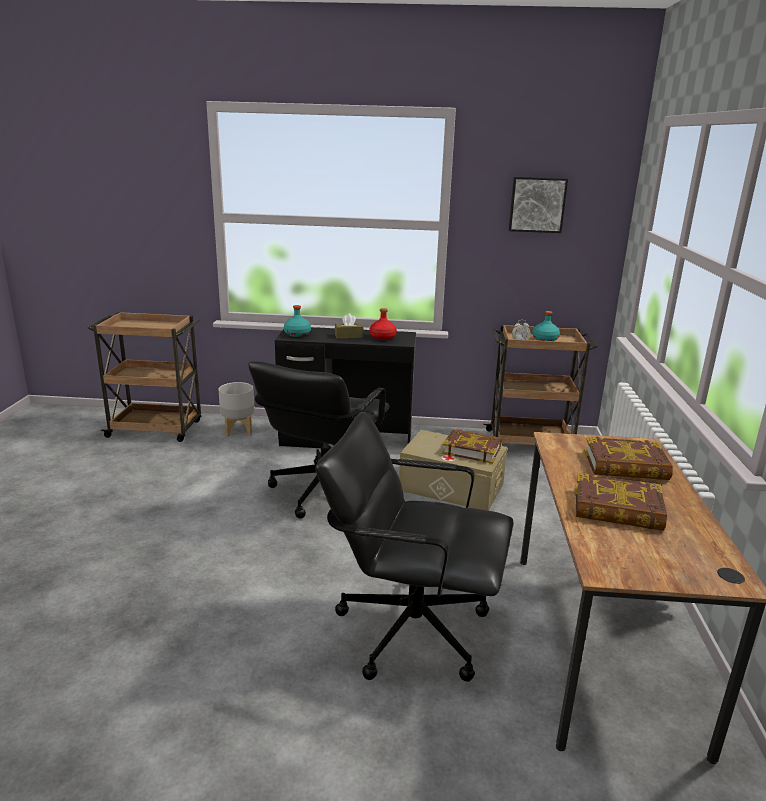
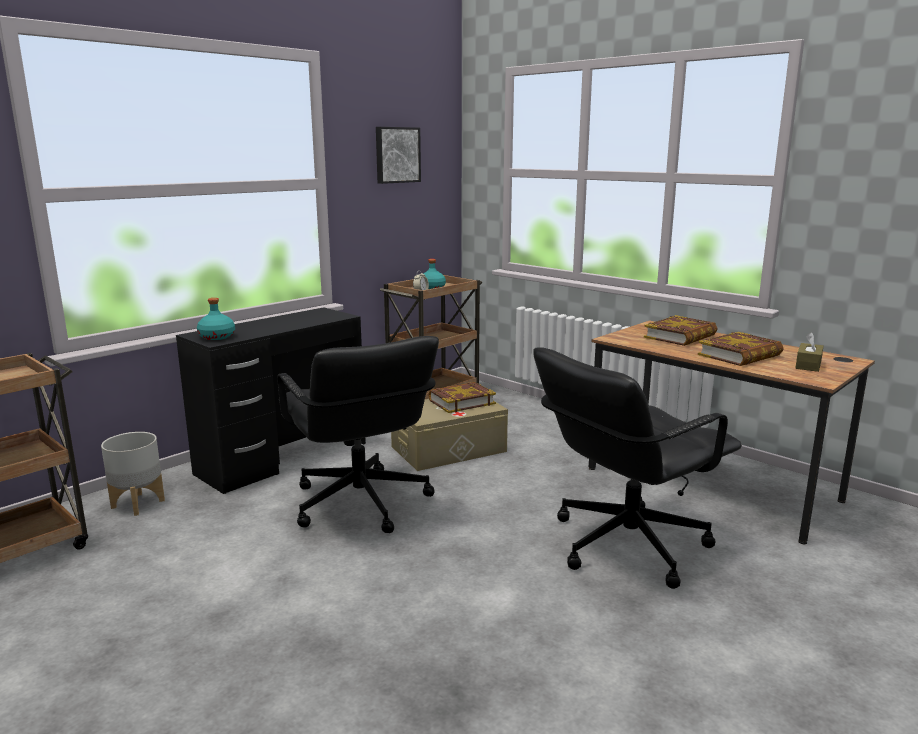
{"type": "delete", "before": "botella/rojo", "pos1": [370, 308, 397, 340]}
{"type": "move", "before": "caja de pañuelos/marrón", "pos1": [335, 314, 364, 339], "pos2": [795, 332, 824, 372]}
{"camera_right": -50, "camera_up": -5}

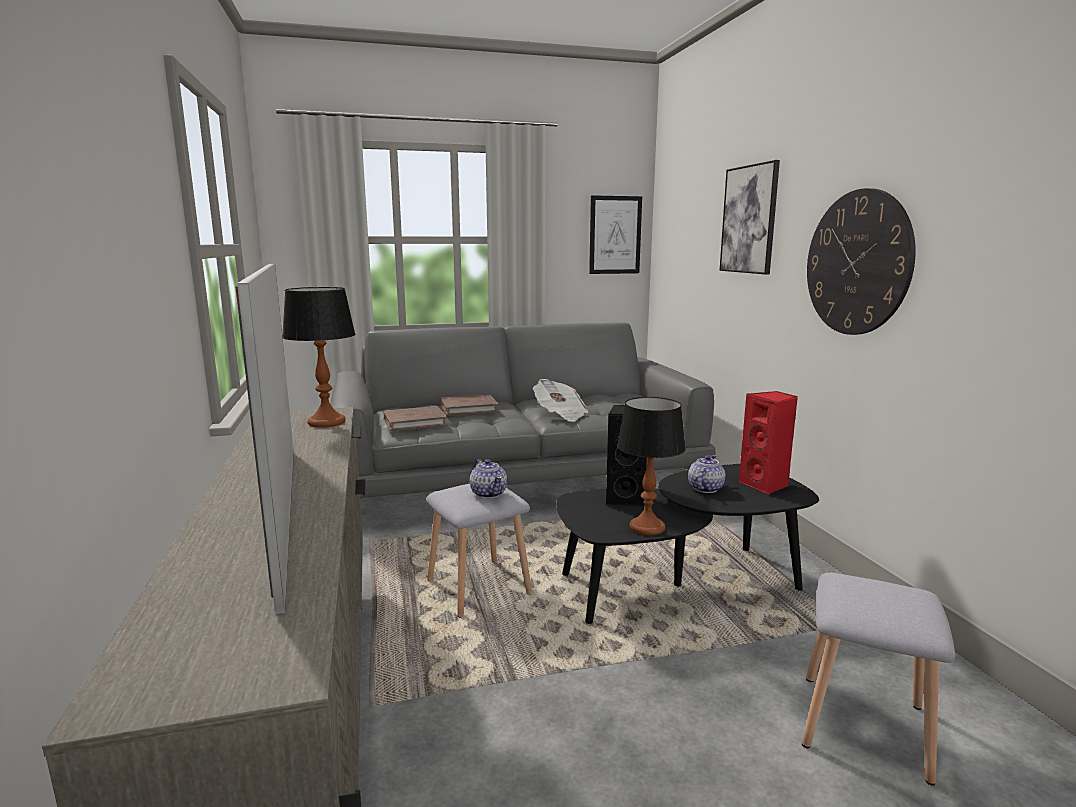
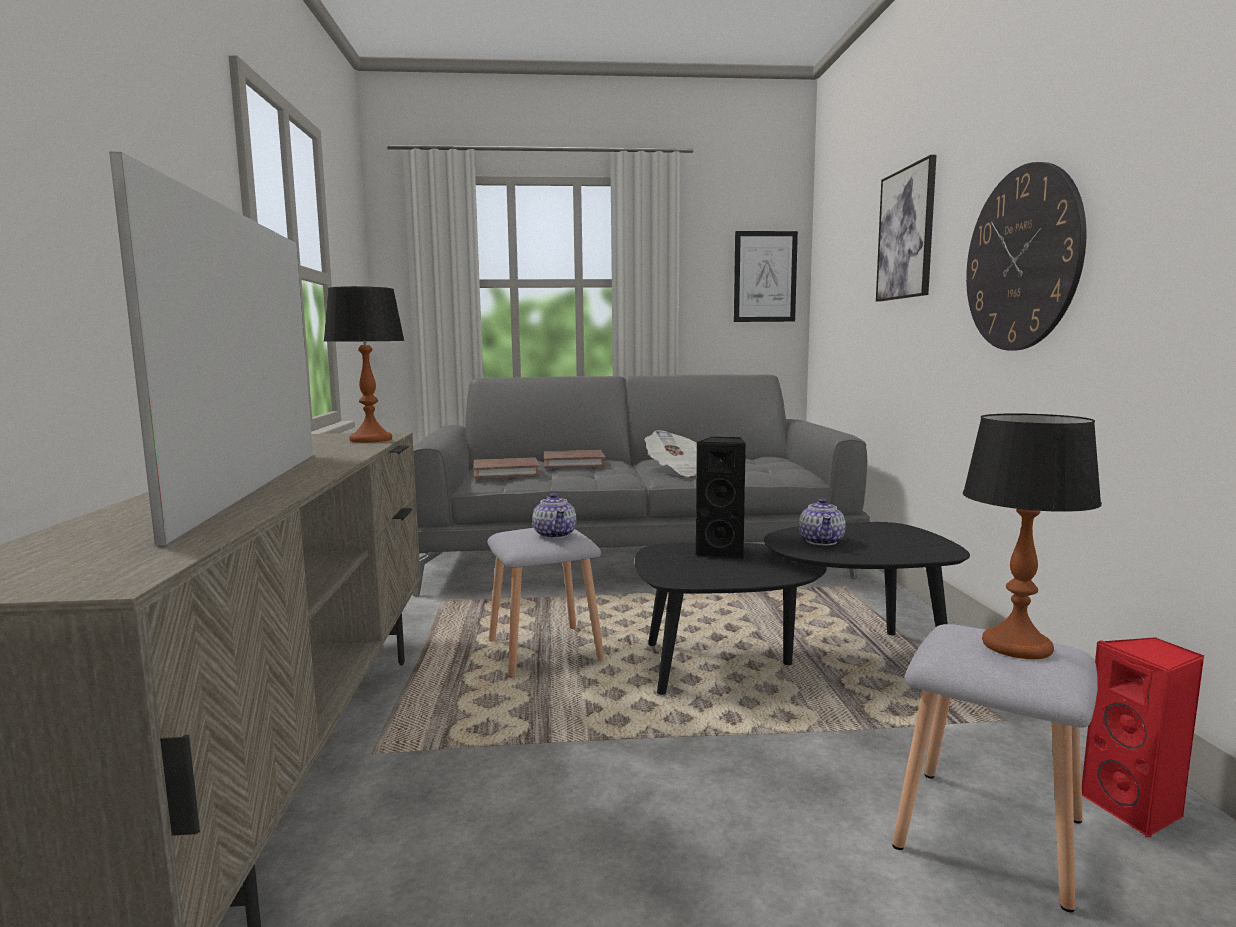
{"type": "move", "before": "lámpara de mesa", "pos1": [617, 397, 686, 535], "pos2": [963, 414, 1102, 659]}
{"type": "move", "before": "altavoz/rojo", "pos1": [739, 391, 798, 495], "pos2": [1082, 637, 1204, 838]}
{"type": "rotate", "before": "tetera", "pos1": [688, 455, 725, 493], "pos2": [799, 498, 846, 545], "turn": 150}
{"camera_right": 10, "camera_up": -5}

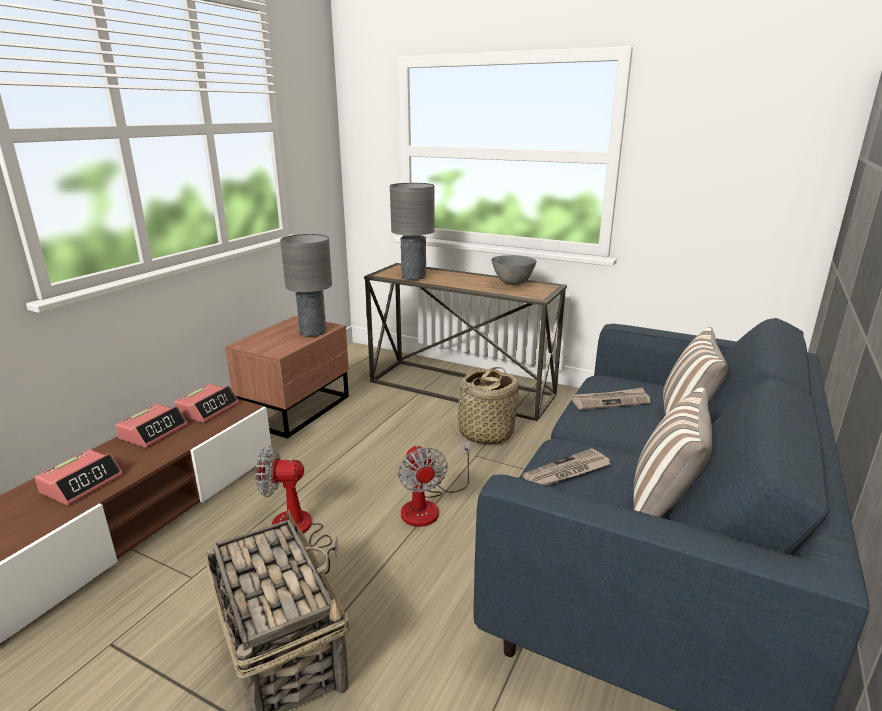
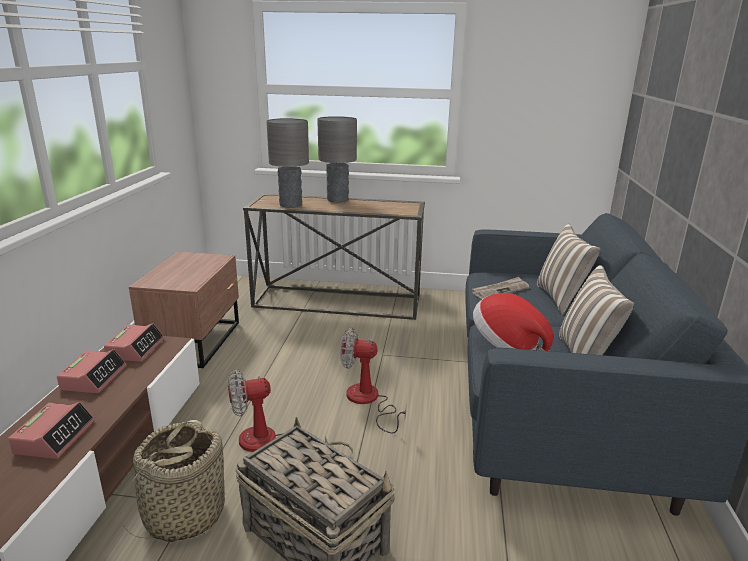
{"type": "delete", "before": "cuenco/gris", "pos1": [491, 255, 537, 285]}
{"type": "move", "before": "lámpara de mesa/gris", "pos1": [280, 234, 332, 337], "pos2": [317, 116, 357, 203]}
{"type": "move", "before": "cesta", "pos1": [451, 367, 519, 444], "pos2": [123, 420, 225, 542]}
{"type": "replace", "before": "periódico", "after": "sombrero", "pos1": [522, 448, 611, 486], "pos2": [473, 293, 553, 351]}
{"type": "rotate", "before": "ventilador", "pos1": [398, 441, 471, 527], "pos2": [340, 327, 407, 433], "turn": 135}
{"camera_right": -20, "camera_up": 0}

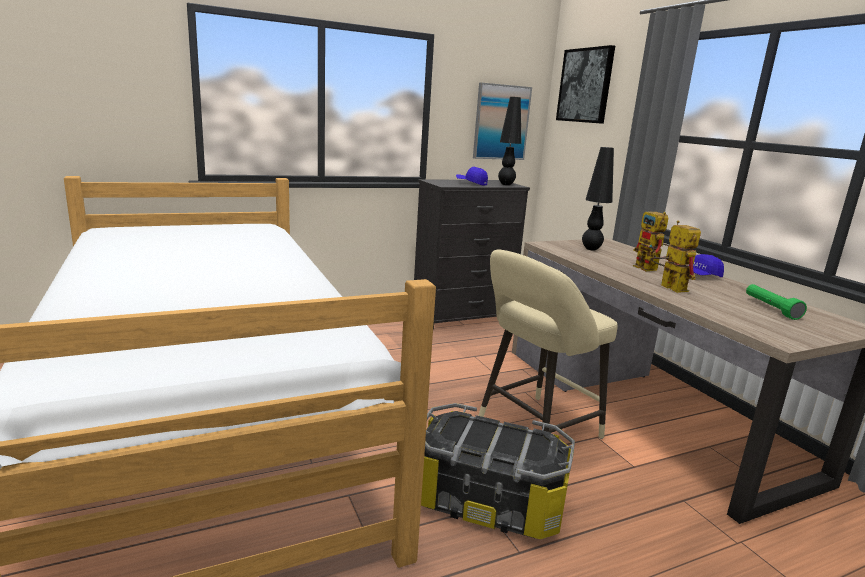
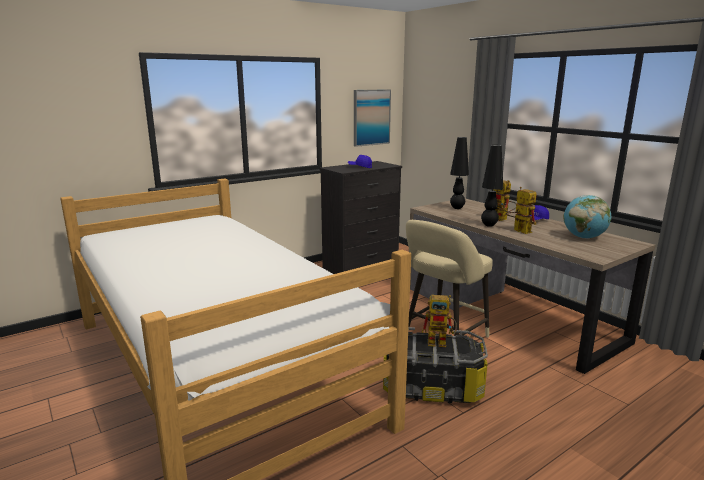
{"type": "delete", "before": "cuadro", "pos1": [556, 45, 615, 124]}
{"type": "insert", "after": "robot de juguete", "pos2": [422, 295, 457, 347]}
{"type": "move", "before": "lámpara de mesa/negro", "pos1": [498, 97, 522, 185], "pos2": [481, 145, 503, 227]}
{"type": "replace", "before": "linterna/verde", "after": "globo terráqueo", "pos1": [746, 284, 807, 320], "pos2": [564, 195, 611, 239]}
{"camera_right": -10, "camera_up": 0}

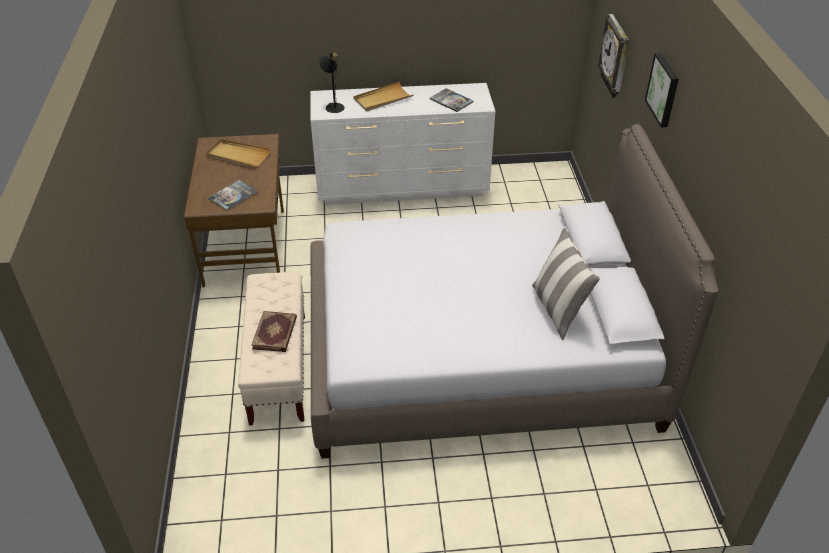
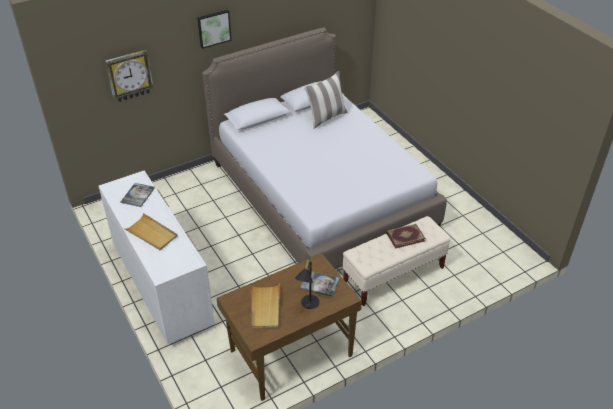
{"type": "move", "before": "lámpara de mesa/negro", "pos1": [319, 52, 345, 113], "pos2": [295, 258, 319, 309]}
{"camera_right": -115, "camera_up": 0}

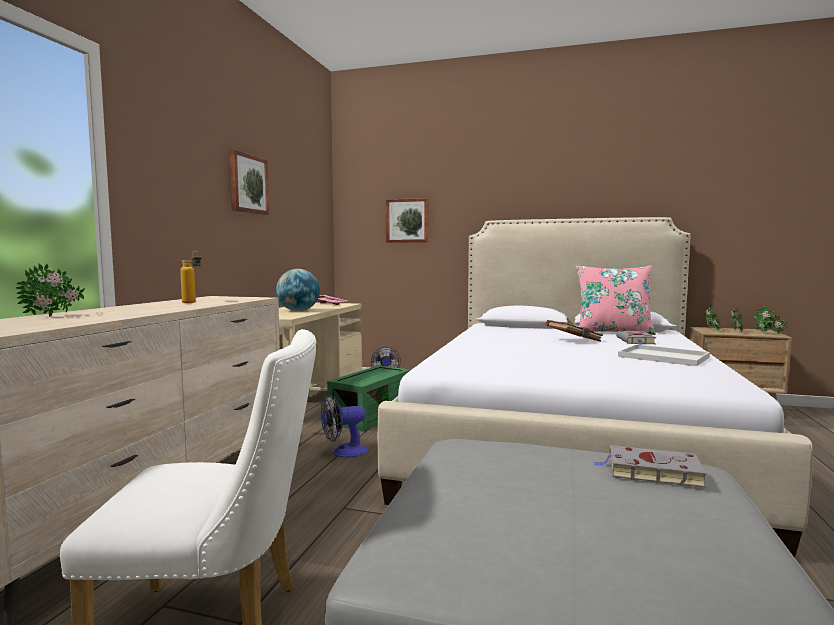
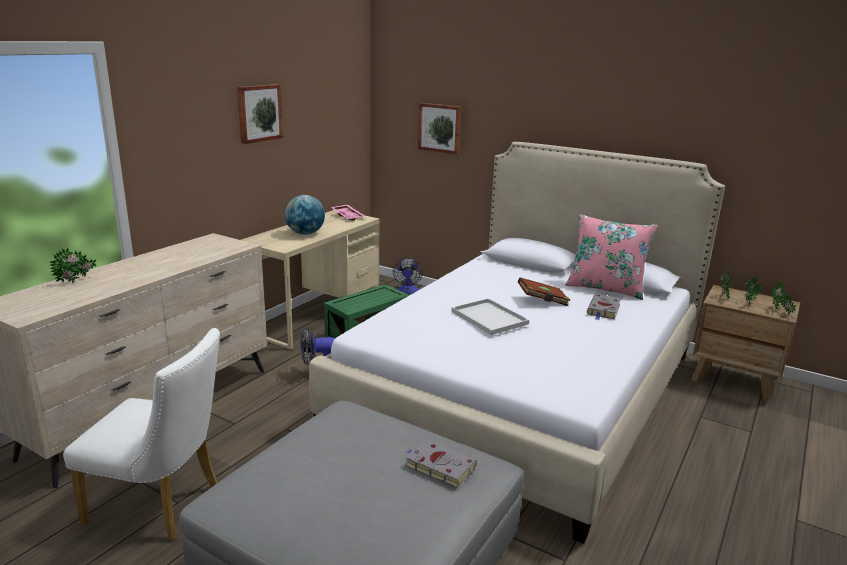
{"type": "delete", "before": "botella", "pos1": [180, 251, 201, 303]}
{"type": "move", "before": "bandeja/blanco", "pos1": [618, 344, 710, 366], "pos2": [451, 298, 529, 335]}
{"camera_right": 15, "camera_up": 15}

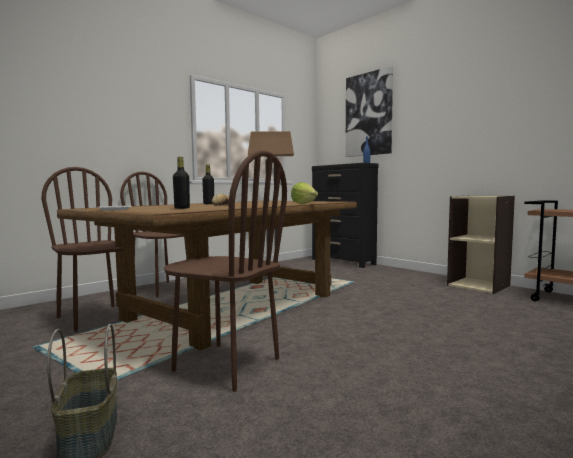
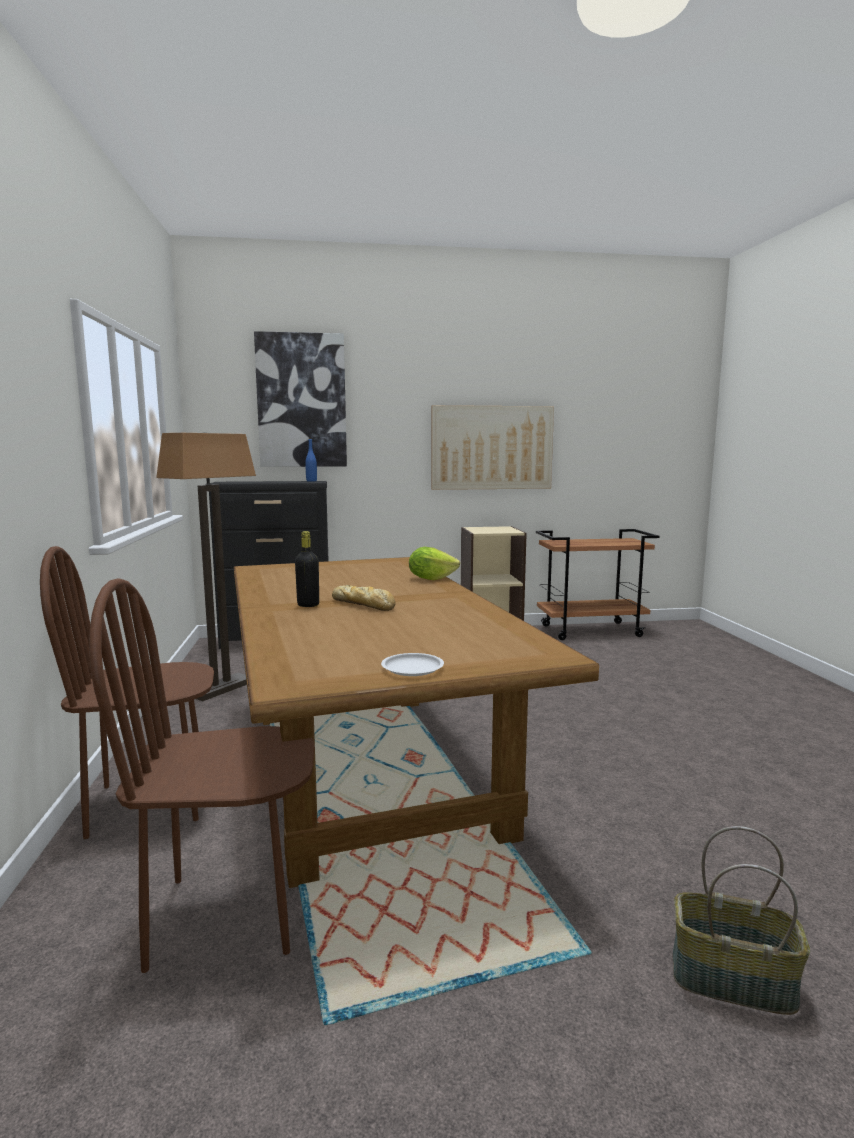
{"type": "delete", "before": "silla/marrón", "pos1": [164, 150, 287, 392]}
{"type": "delete", "before": "botella/negro", "pos1": [173, 157, 190, 209]}
{"type": "insert", "after": "cuadro", "pos2": [431, 405, 554, 490]}
{"camera_right": -55, "camera_up": 5}

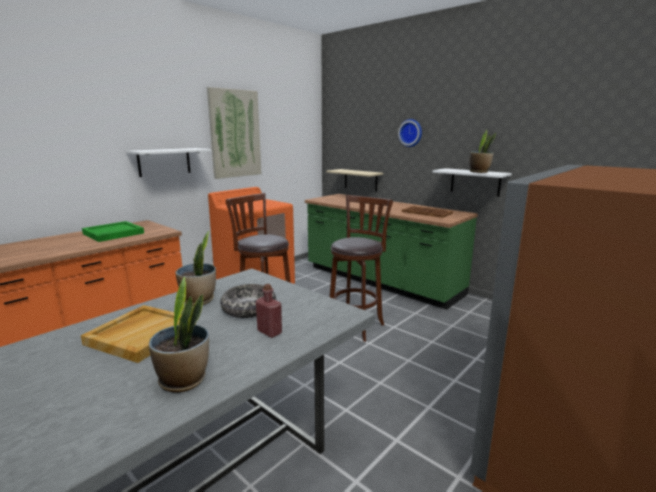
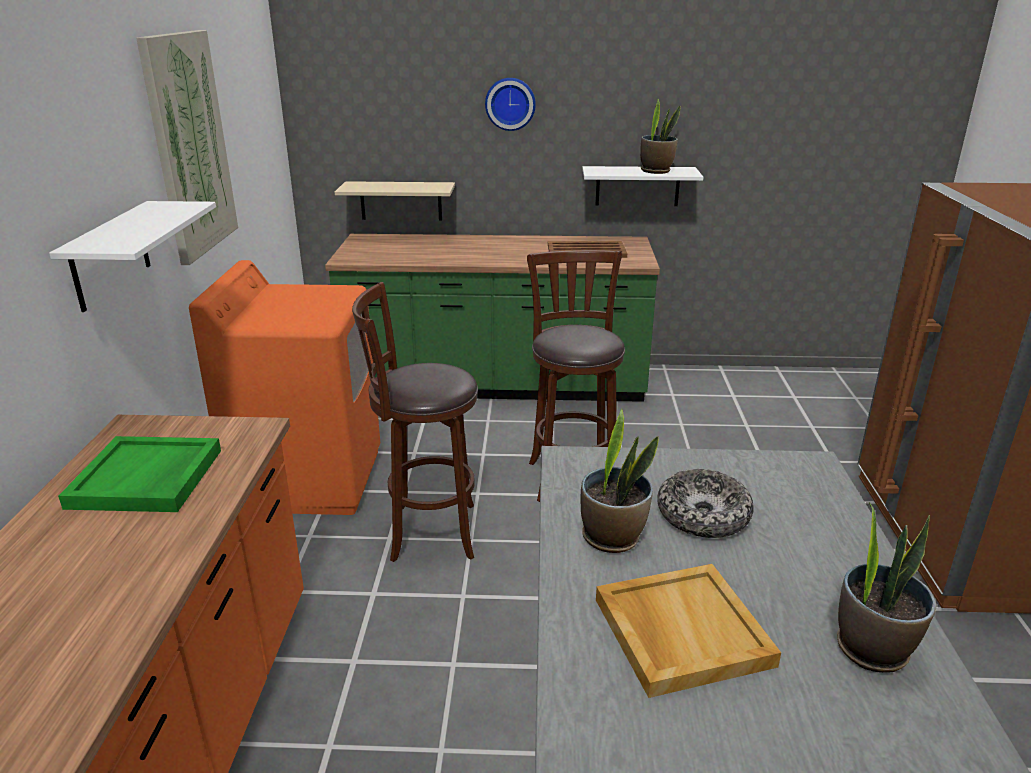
{"type": "delete", "before": "botella/rojo", "pos1": [256, 284, 282, 338]}
{"camera_right": -40, "camera_up": 10}

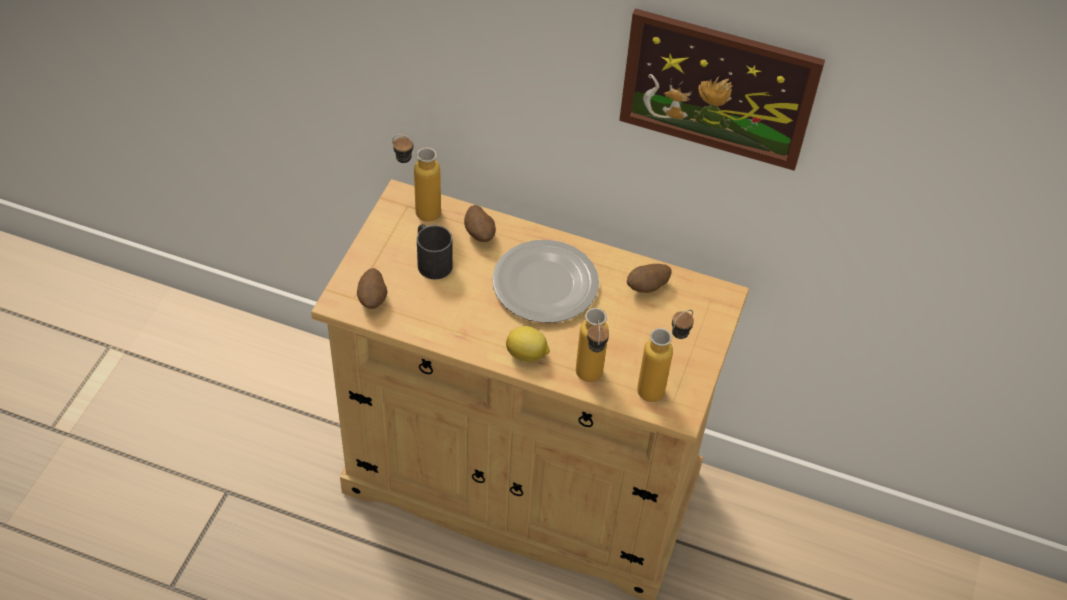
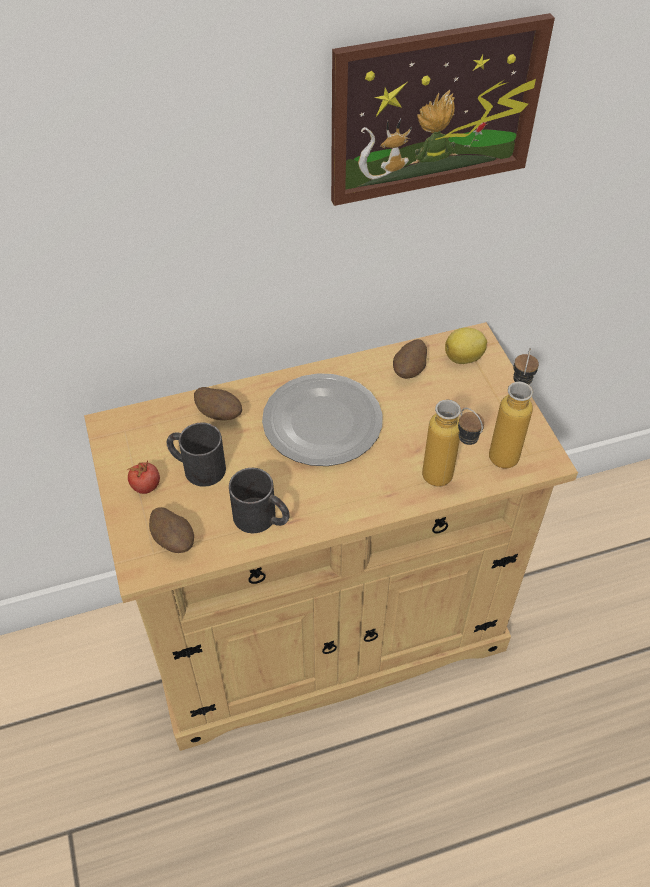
{"type": "delete", "before": "botella", "pos1": [392, 135, 441, 222]}
{"type": "insert", "after": "tomate", "pos2": [127, 461, 160, 494]}
{"type": "insert", "after": "taza grande/negro", "pos2": [229, 468, 290, 533]}
{"type": "move", "before": "limón", "pos1": [506, 326, 550, 362], "pos2": [445, 327, 487, 364]}
{"camera_right": -35, "camera_up": 0}

